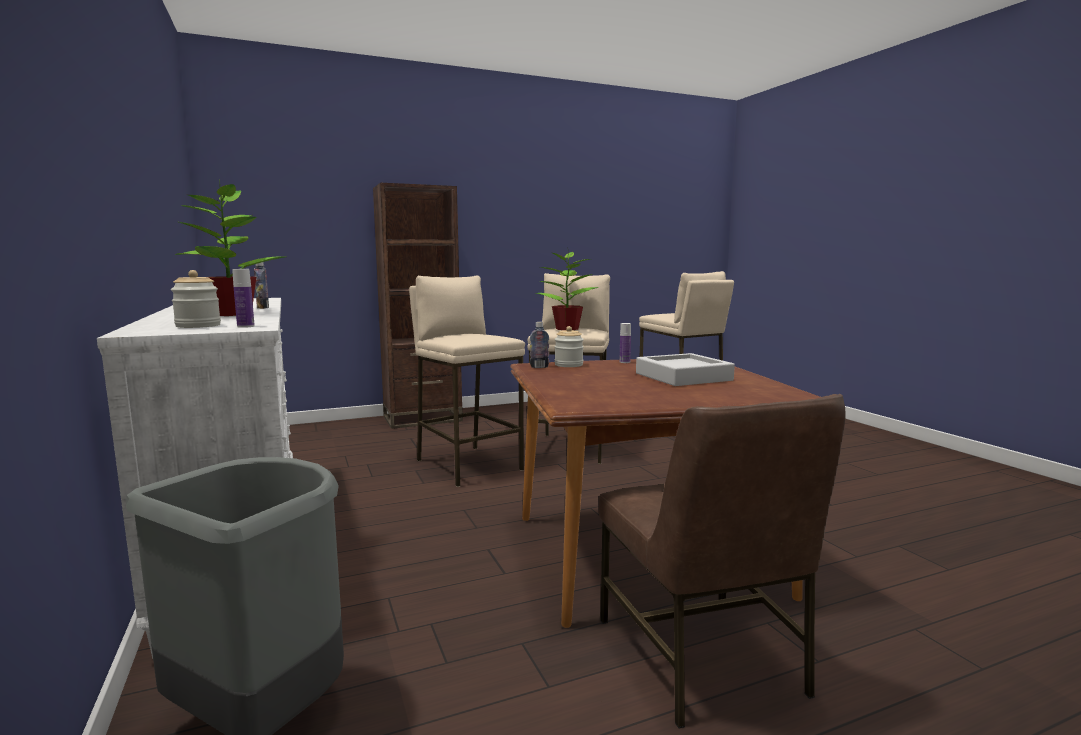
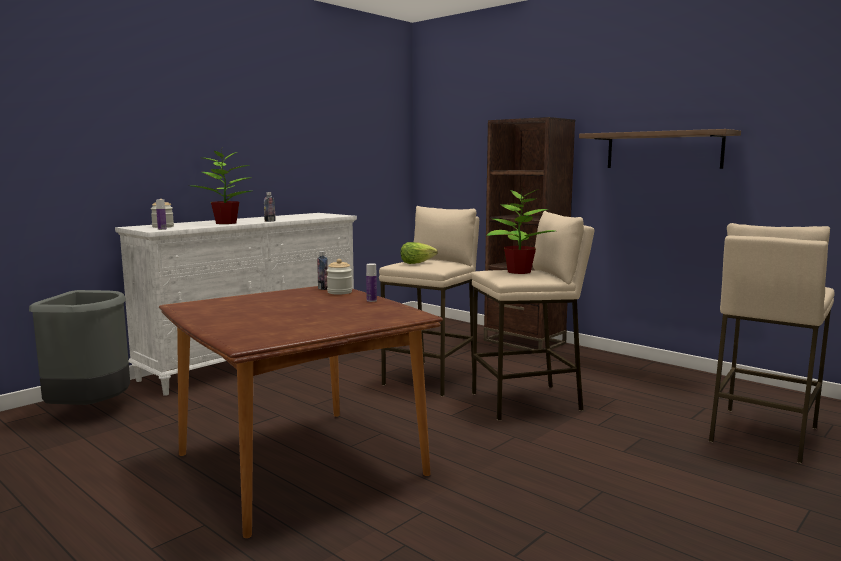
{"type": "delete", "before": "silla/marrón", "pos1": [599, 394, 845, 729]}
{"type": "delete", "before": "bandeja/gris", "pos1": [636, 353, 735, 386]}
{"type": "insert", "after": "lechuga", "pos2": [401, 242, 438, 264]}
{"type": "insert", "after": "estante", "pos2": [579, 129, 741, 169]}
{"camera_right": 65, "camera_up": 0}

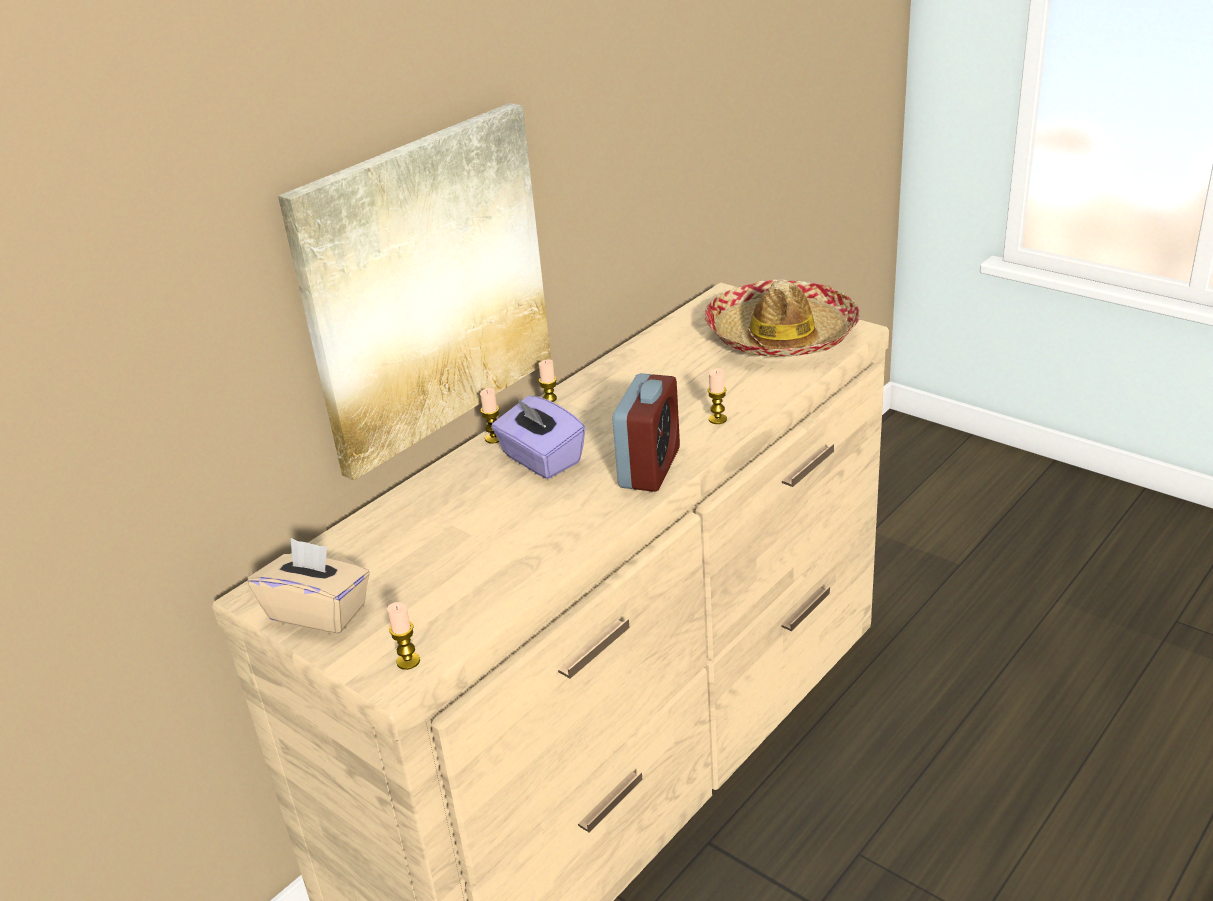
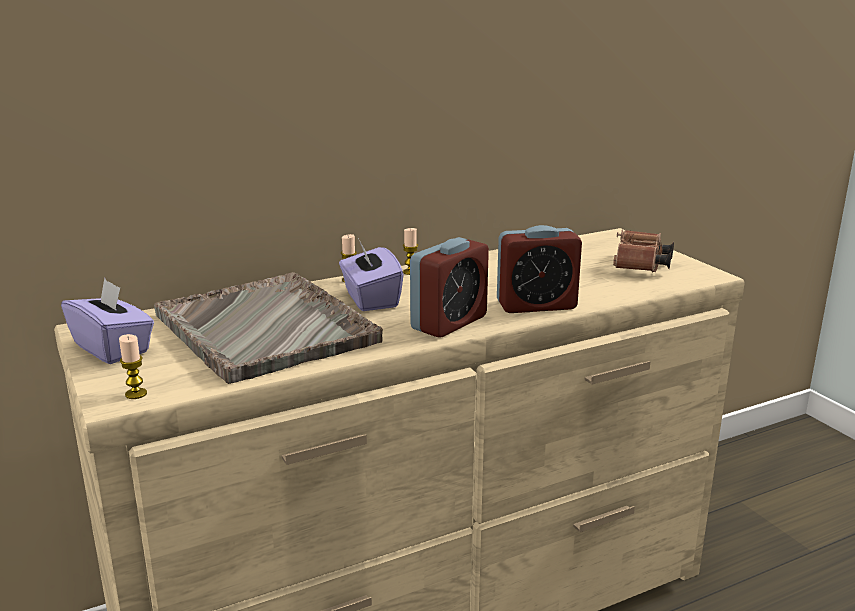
{"type": "delete", "before": "cuadro", "pos1": [278, 103, 551, 481]}
{"type": "insert", "after": "bandeja/gris", "pos2": [154, 272, 383, 384]}
{"type": "replace", "before": "sombrero", "after": "prismáticos/marrón", "pos1": [705, 280, 860, 357], "pos2": [613, 229, 674, 273]}
{"type": "replace", "before": "vela", "after": "despertador", "pos1": [707, 368, 727, 424], "pos2": [497, 225, 582, 313]}
{"type": "recolor", "before": "caja de pañuelos/beis", "after": "caja de pañuelos/morado", "pos1": [248, 538, 370, 634], "pos2": [61, 278, 154, 364]}
{"camera_right": 20, "camera_up": -10}

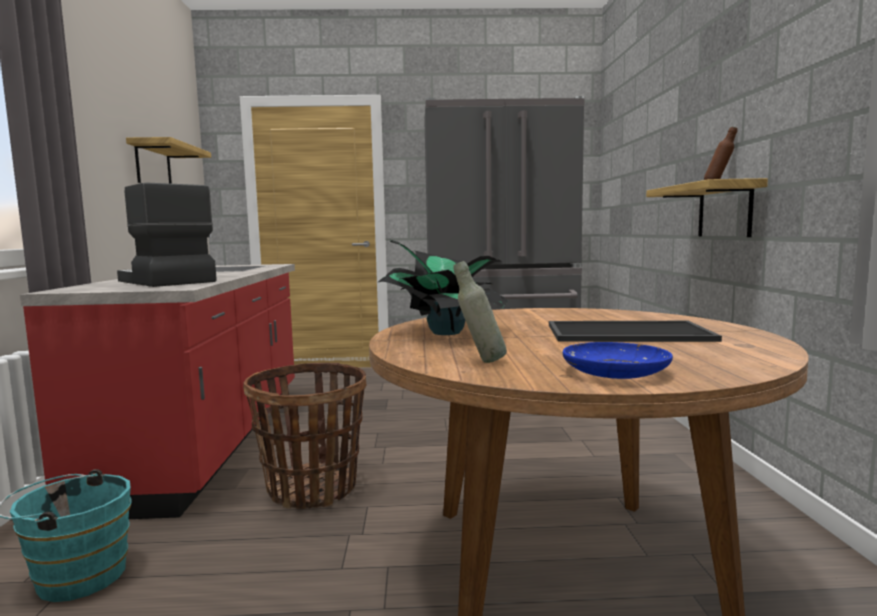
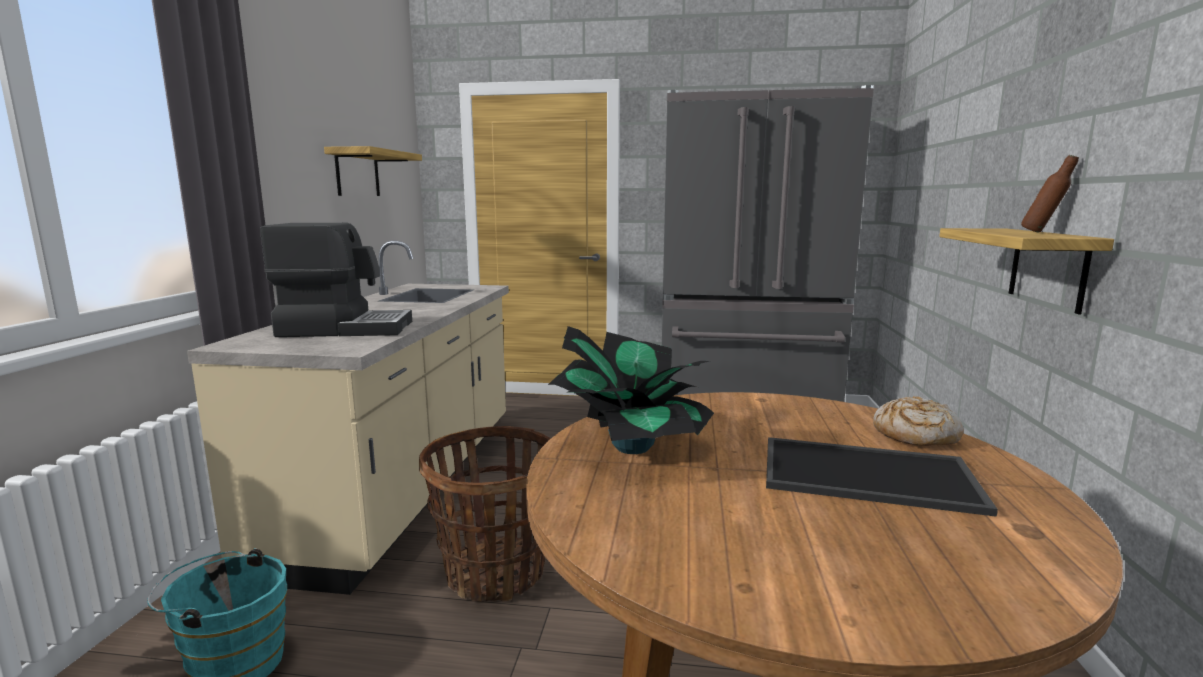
{"type": "delete", "before": "botella/gris", "pos1": [454, 261, 507, 363]}
{"type": "delete", "before": "plato/azul", "pos1": [563, 342, 673, 379]}
{"type": "insert", "after": "pan", "pos2": [873, 396, 964, 446]}
{"type": "recolor", "before": "mueble bajo de cocina/rojo", "after": "mueble bajo de cocina/beis", "pos1": [20, 234, 295, 519], "pos2": [187, 240, 509, 595]}
{"type": "rotate", "before": "cafetera", "pos1": [117, 183, 217, 287], "pos2": [260, 223, 412, 337], "turn": 120}
{"camera_right": 10, "camera_up": 5}

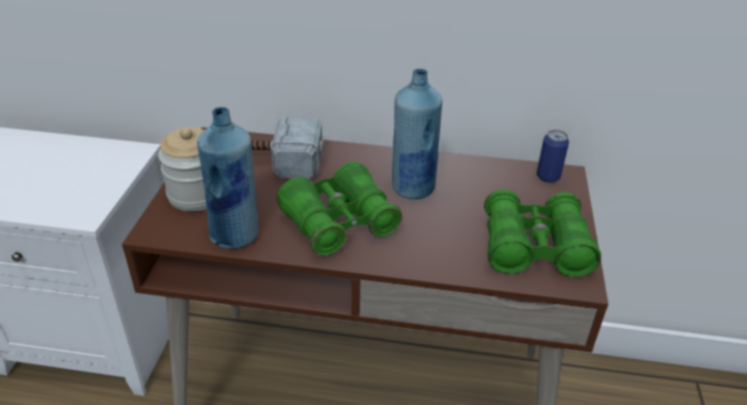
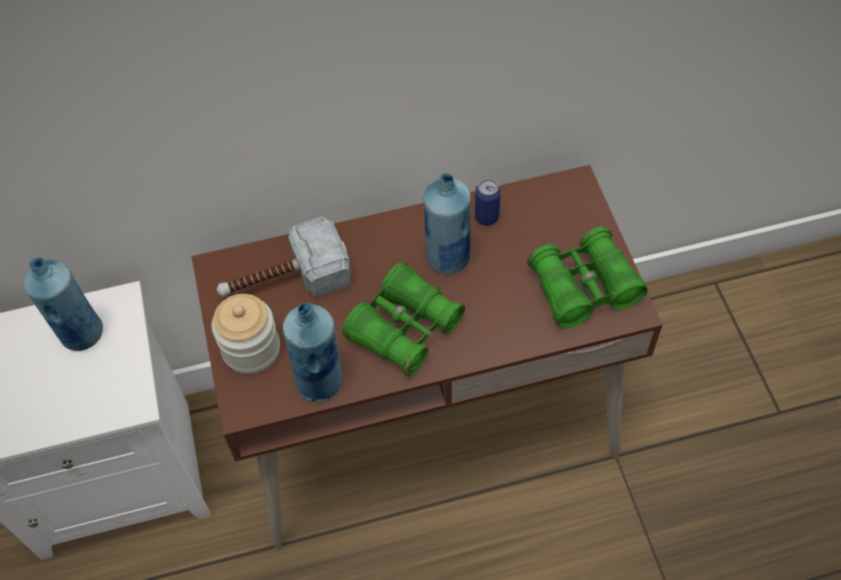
{"type": "insert", "after": "botella/azul", "pos2": [24, 257, 103, 351]}
{"type": "move", "before": "lata", "pos1": [537, 129, 569, 183], "pos2": [475, 178, 501, 226]}
{"camera_right": -20, "camera_up": 20}

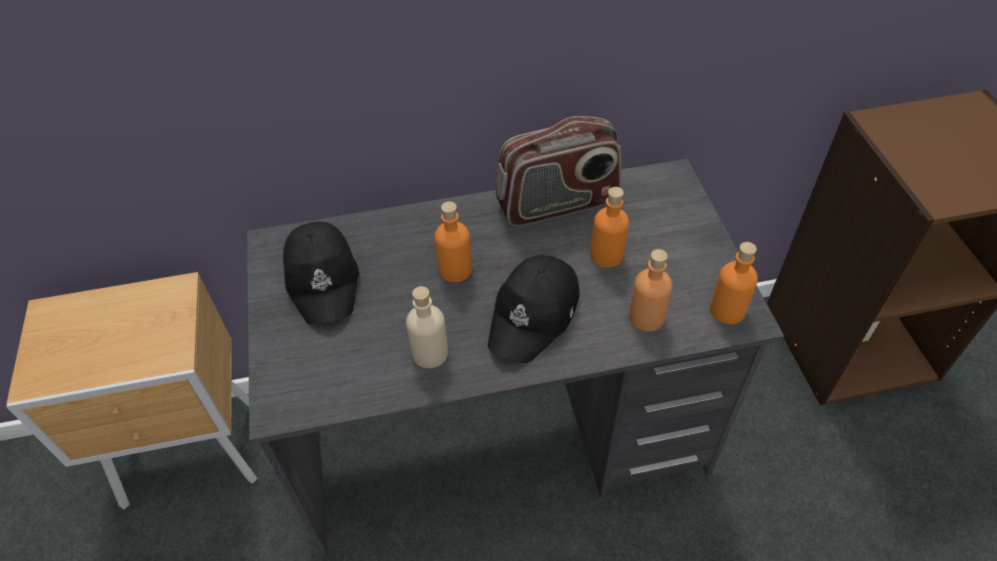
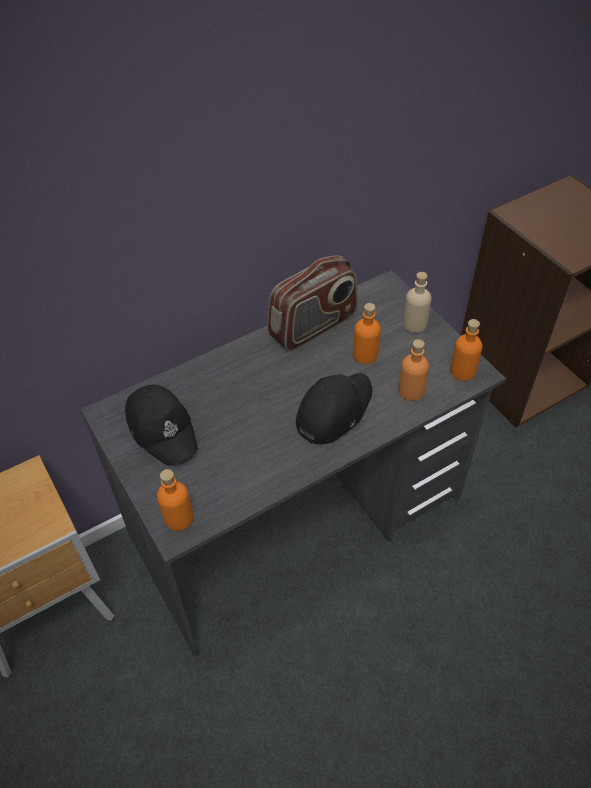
{"type": "move", "before": "botella/beis", "pos1": [406, 286, 448, 368], "pos2": [403, 272, 431, 333]}
{"type": "move", "before": "botella/naranja", "pos1": [434, 201, 472, 282], "pos2": [157, 469, 194, 531]}
{"type": "rotate", "before": "gorra/negro", "pos1": [488, 255, 580, 363], "pos2": [296, 373, 372, 444], "turn": -150}
{"camera_right": -20, "camera_up": 0}

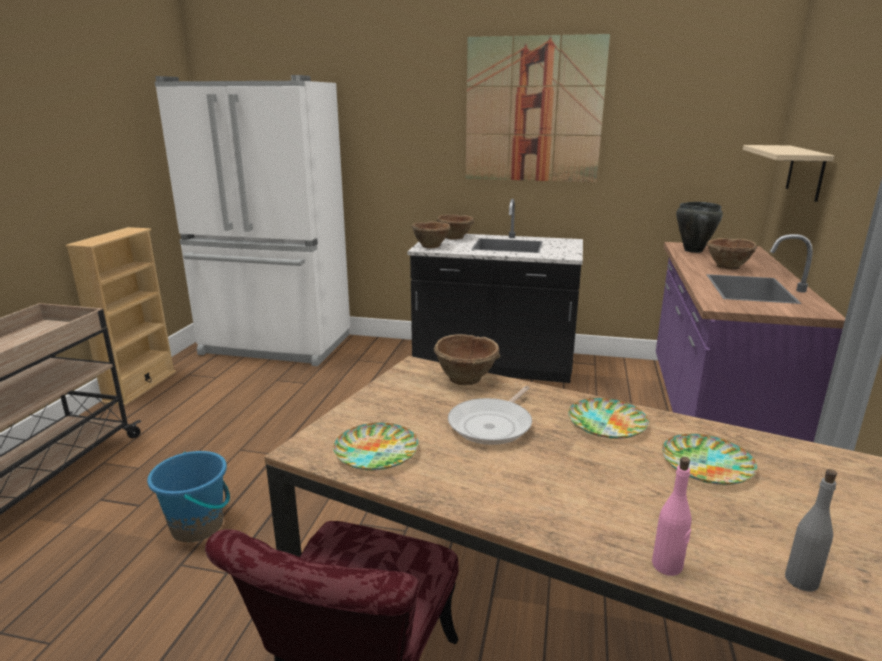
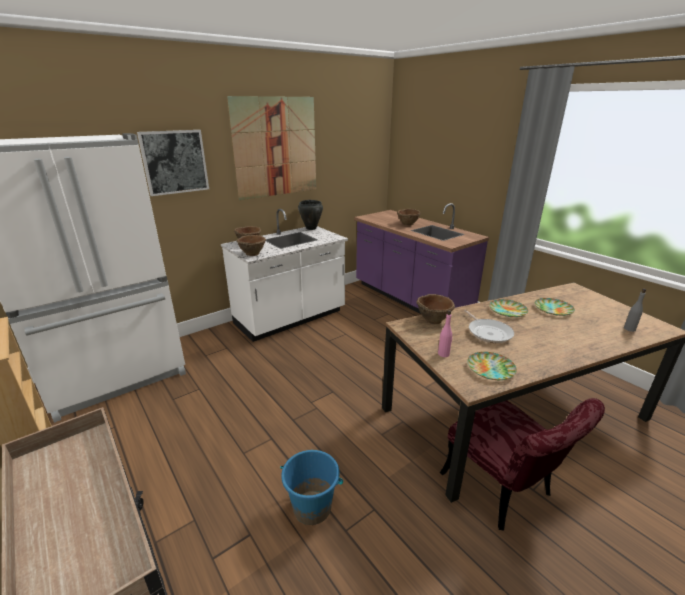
{"type": "delete", "before": "estante/beis", "pos1": [743, 145, 834, 202]}
{"type": "insert", "after": "cuadro", "pos2": [137, 130, 209, 196]}
{"type": "move", "before": "botella/rosa", "pos1": [652, 457, 692, 576], "pos2": [438, 310, 452, 357]}
{"type": "move", "before": "olla/negro", "pos1": [676, 202, 723, 253], "pos2": [298, 200, 323, 230]}
{"type": "recolor", "before": "mueble bajo de cocina/negro", "after": "mueble bajo de cocina/blanco", "pos1": [407, 199, 583, 383], "pos2": [221, 209, 348, 342]}
{"camera_right": -50, "camera_up": 5}

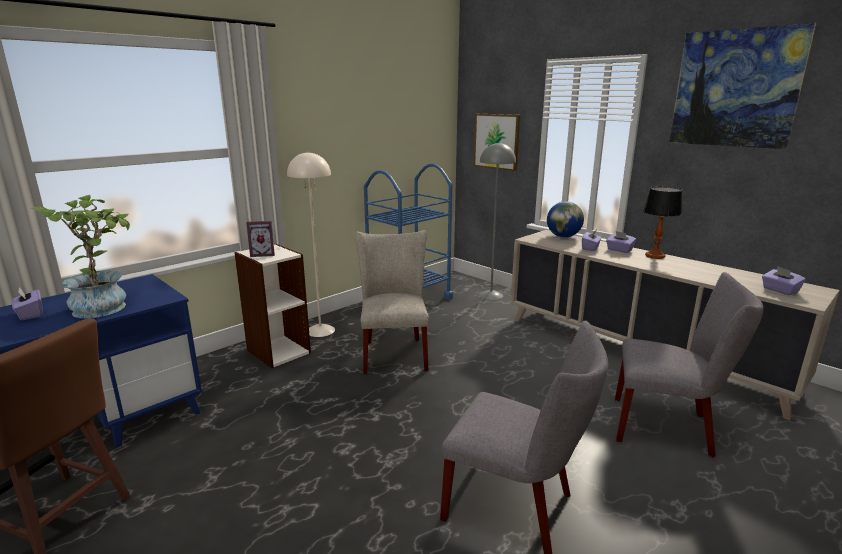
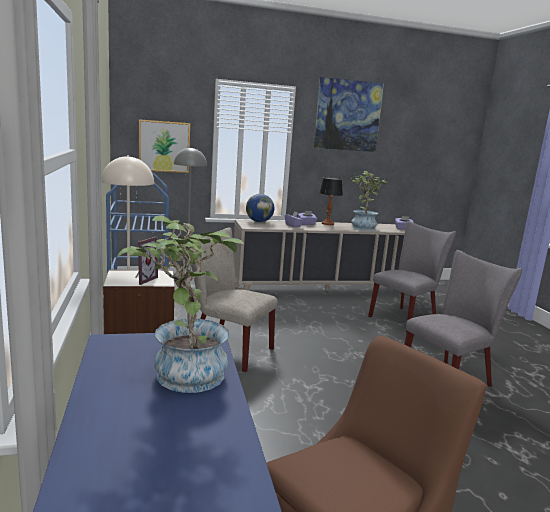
{"type": "delete", "before": "caja de pañuelos/morado", "pos1": [12, 287, 43, 320]}
{"type": "insert", "after": "planta en maceta", "pos2": [350, 171, 388, 231]}
{"camera_right": -60, "camera_up": -5}

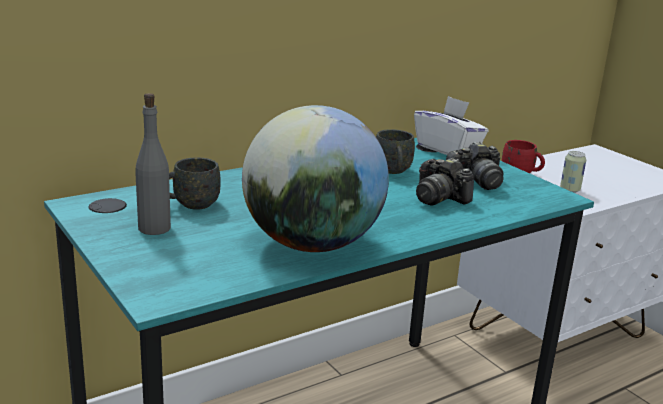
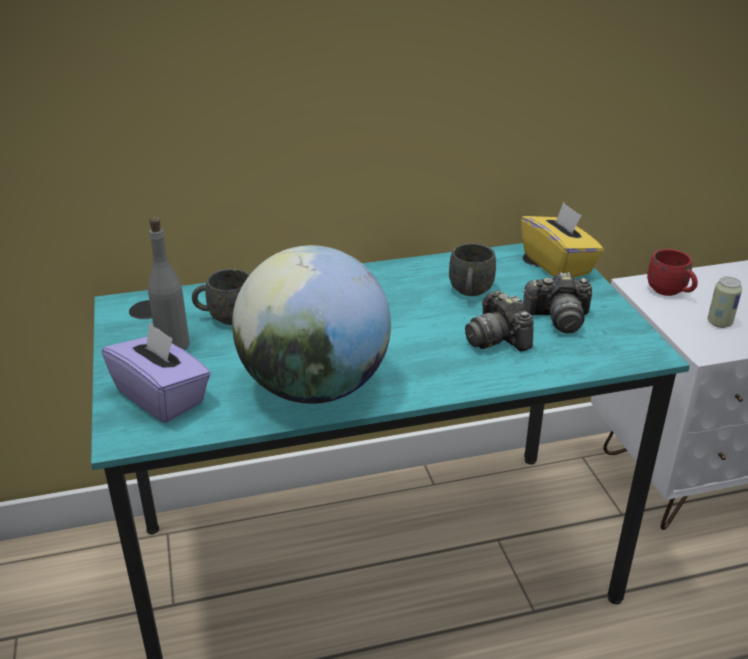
{"type": "insert", "after": "caja de pañuelos/morado", "pos2": [102, 321, 211, 423]}
{"type": "recolor", "before": "caja de pañuelos/blanco", "after": "caja de pañuelos/amarillo", "pos1": [414, 96, 489, 155], "pos2": [521, 202, 604, 278]}
{"camera_right": 20, "camera_up": 10}

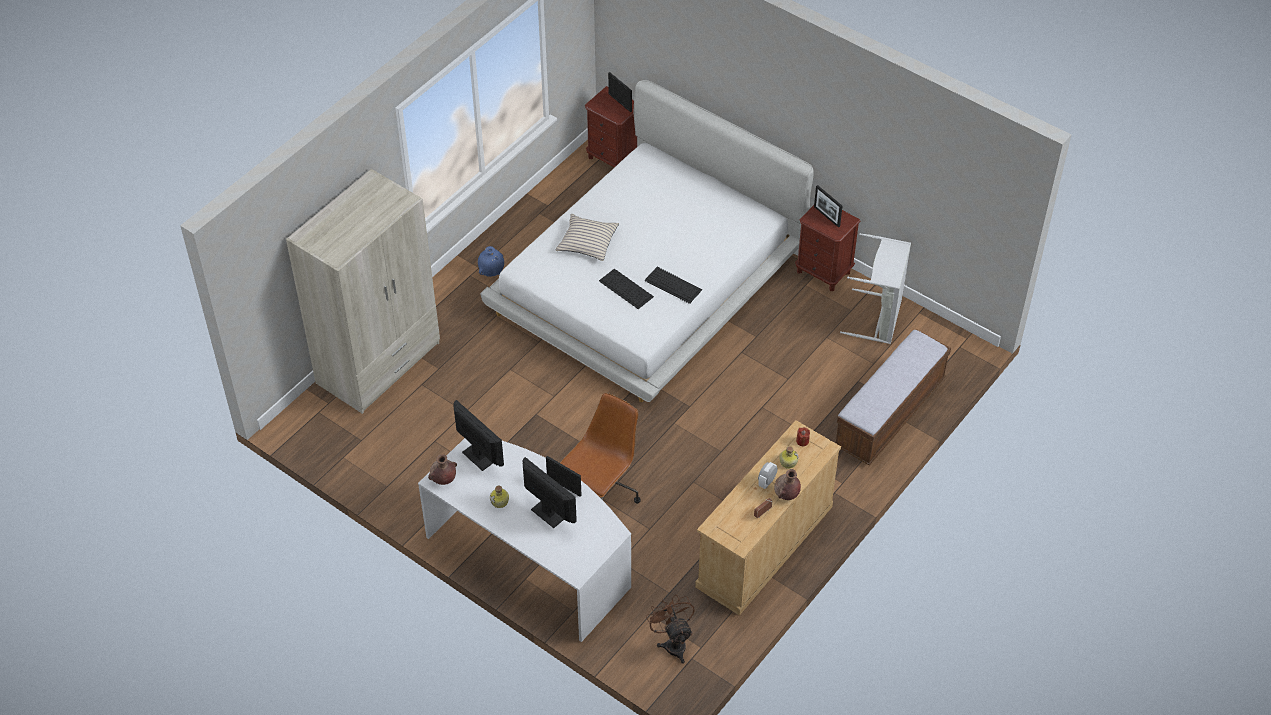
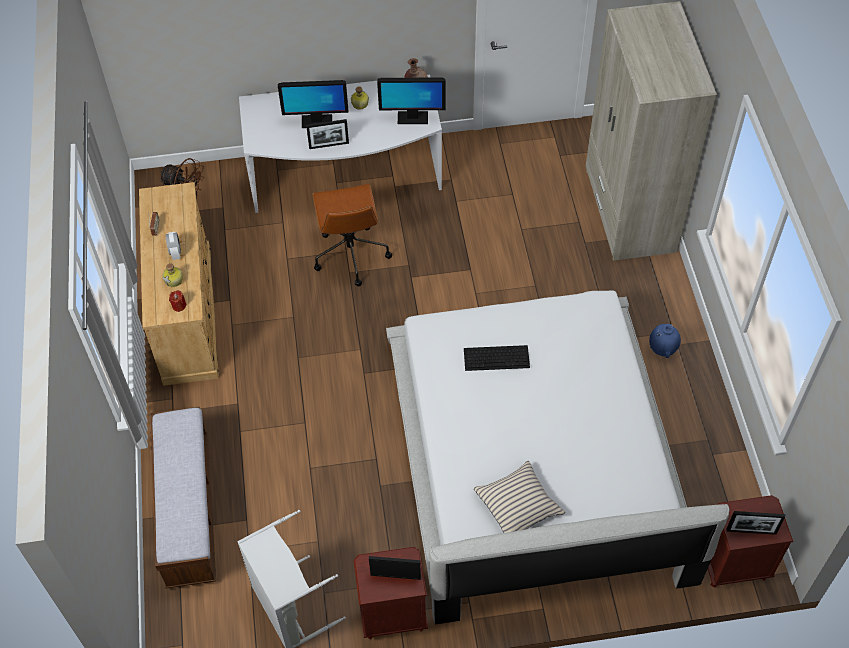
{"type": "delete", "before": "teclado", "pos1": [644, 267, 702, 304]}
{"type": "delete", "before": "florero/marrón", "pos1": [774, 469, 801, 500]}
{"type": "move", "before": "cojín/beis", "pos1": [556, 214, 619, 261], "pos2": [474, 461, 565, 533]}
{"camera_right": 135, "camera_up": 5}

